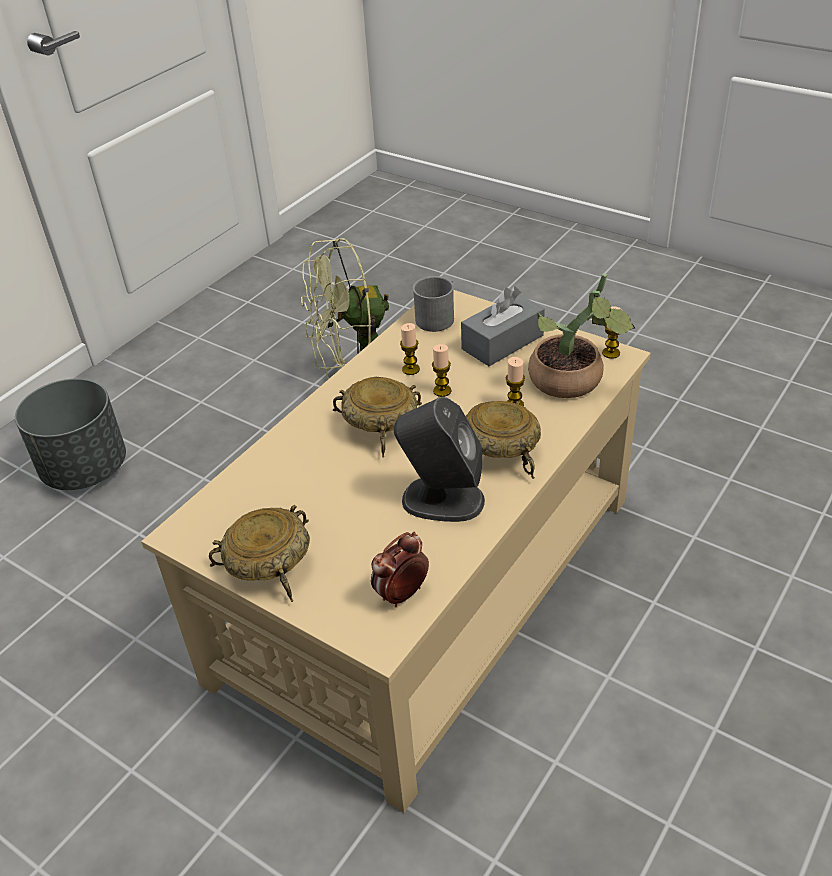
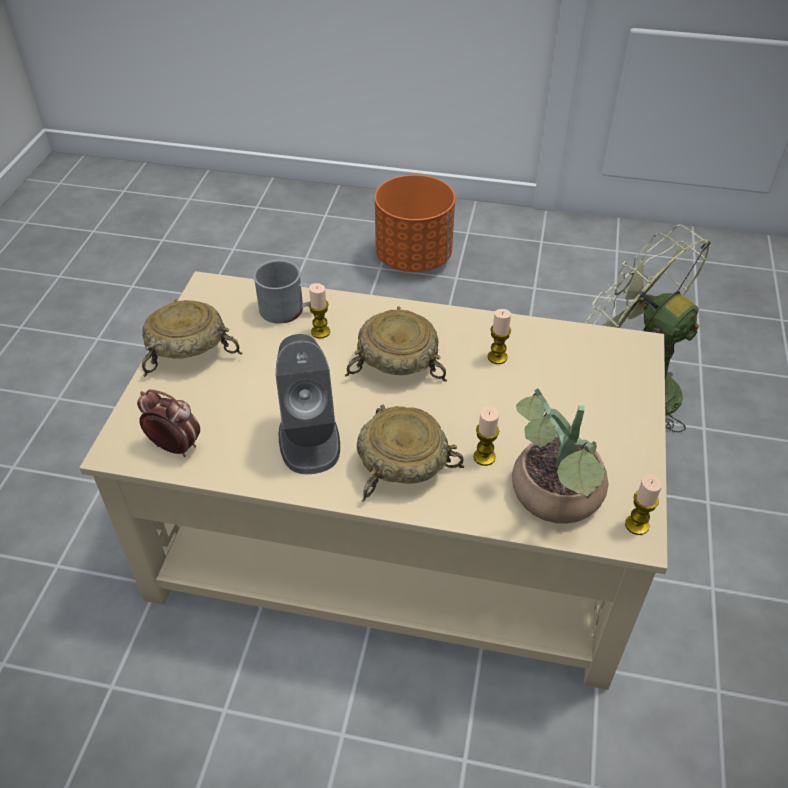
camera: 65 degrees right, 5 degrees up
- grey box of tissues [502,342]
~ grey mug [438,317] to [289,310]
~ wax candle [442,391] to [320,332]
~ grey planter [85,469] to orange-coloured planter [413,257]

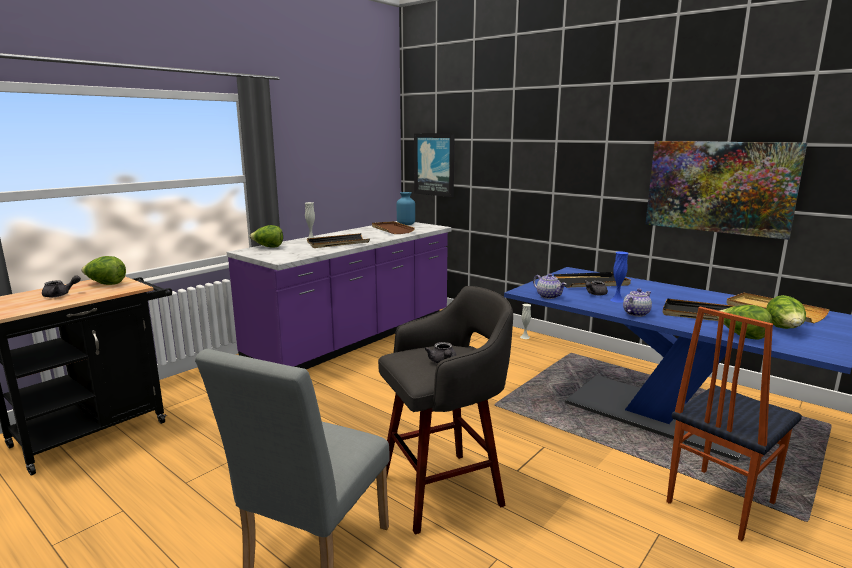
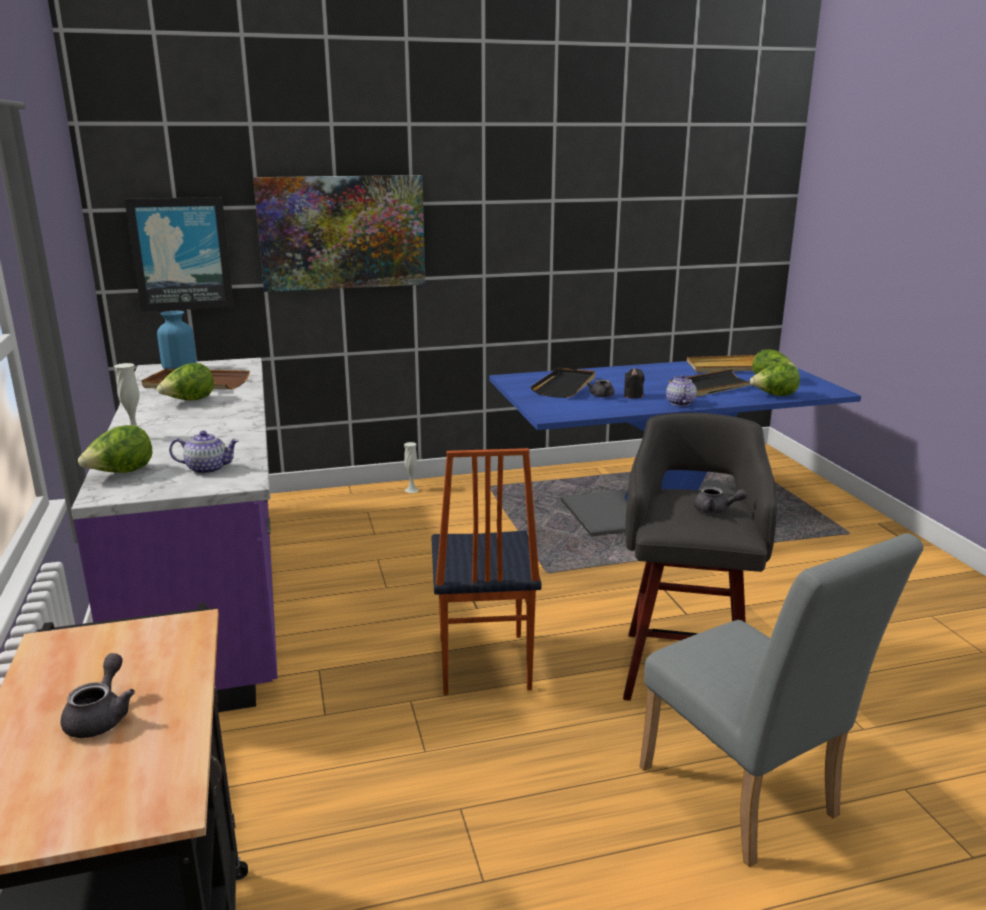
camera: 55 degrees left, 5 degrees up
- blackish carrying tray [337,243]
~ lettuce head [106,284] to [189,401]
~ tea pot [549,296] to [208,468]
~ picture [719,187] to [342,232]
~ plain chair [718,502] to [482,664]
~ bluish decorative vase [617,300] to blackish wax candle [633,396]

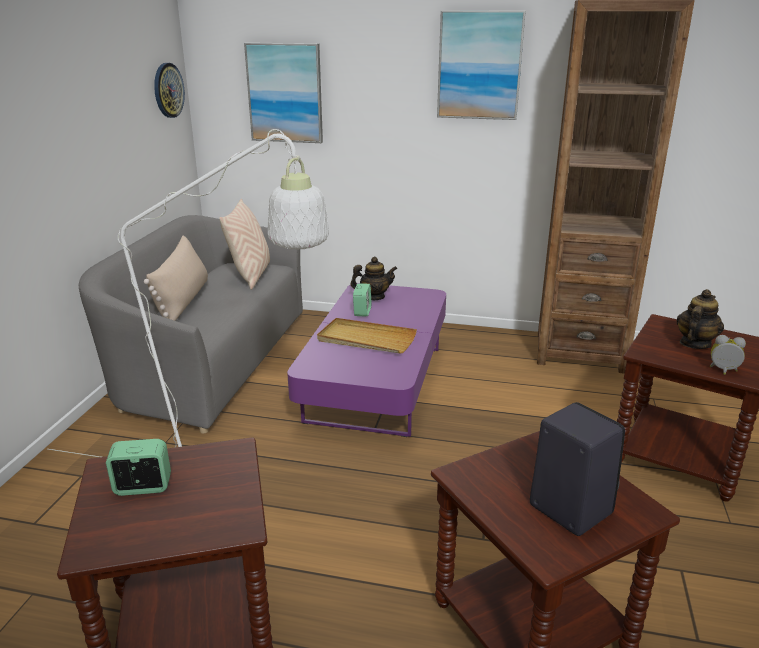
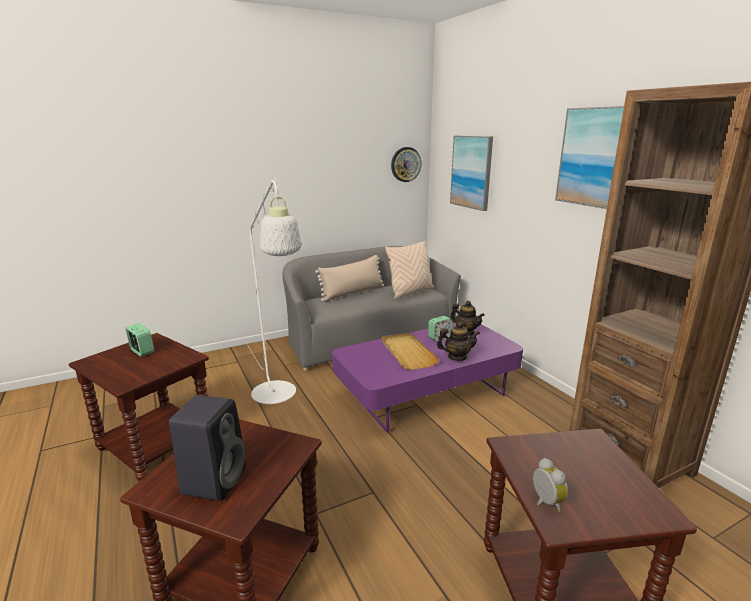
camera: 50 degrees right, 5 degrees down
~ tea pot [694,343] to [457,357]

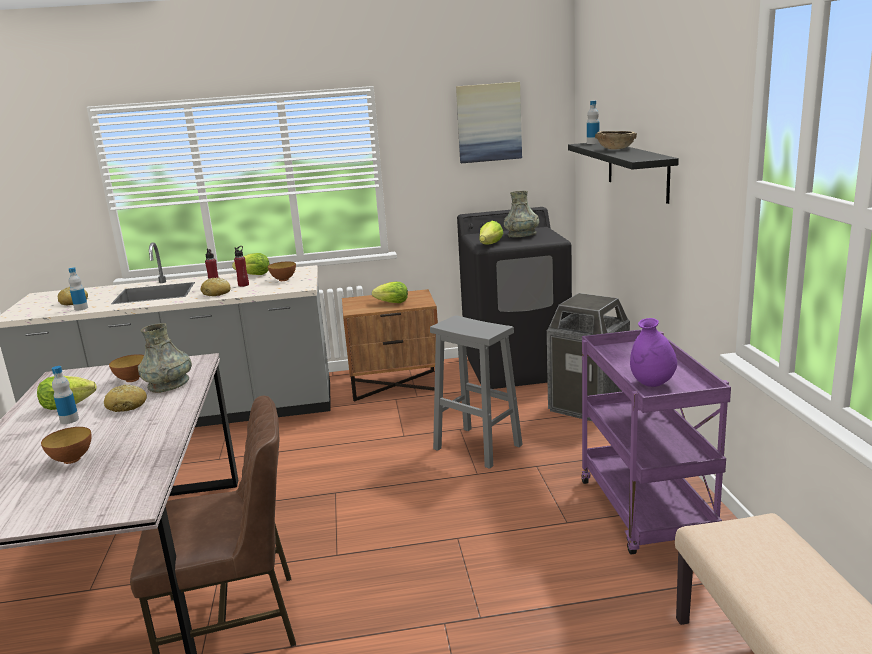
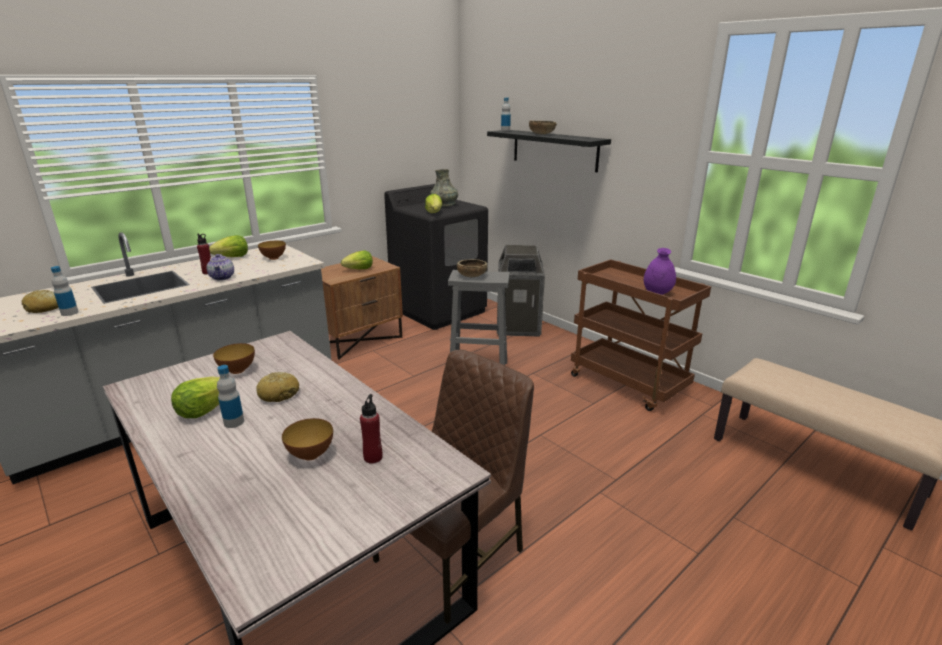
camera: 35 degrees left, 5 degrees up
- grey decorative vase [168,384]
- picture [489,122]
+ brown serving bowl [472,276]
~ reddish beverage bottle [243,285] to [373,457]
~ bread [216,293] to tea pot [222,277]
~ purple trolley [646,513] to brown trolley [629,384]

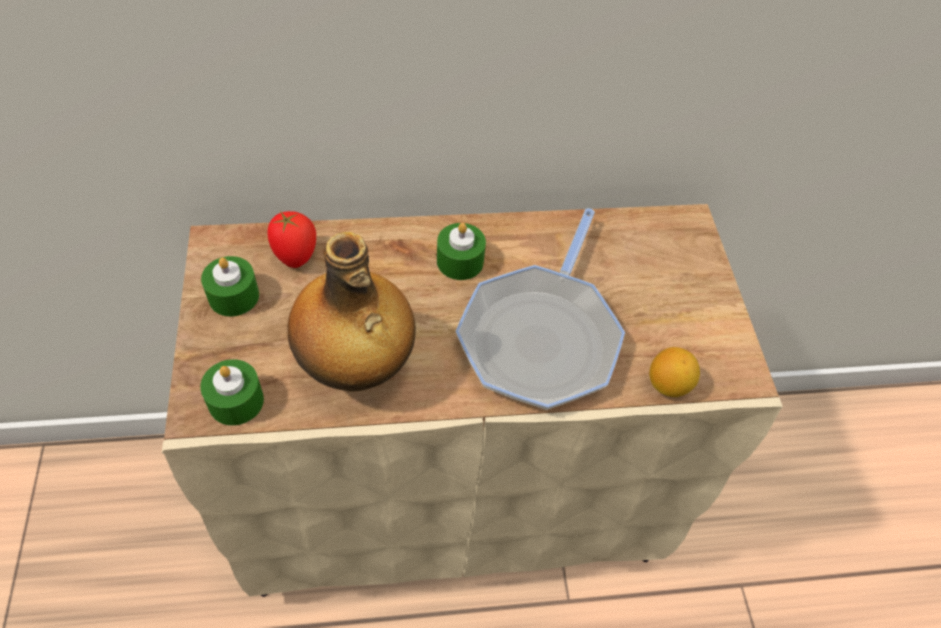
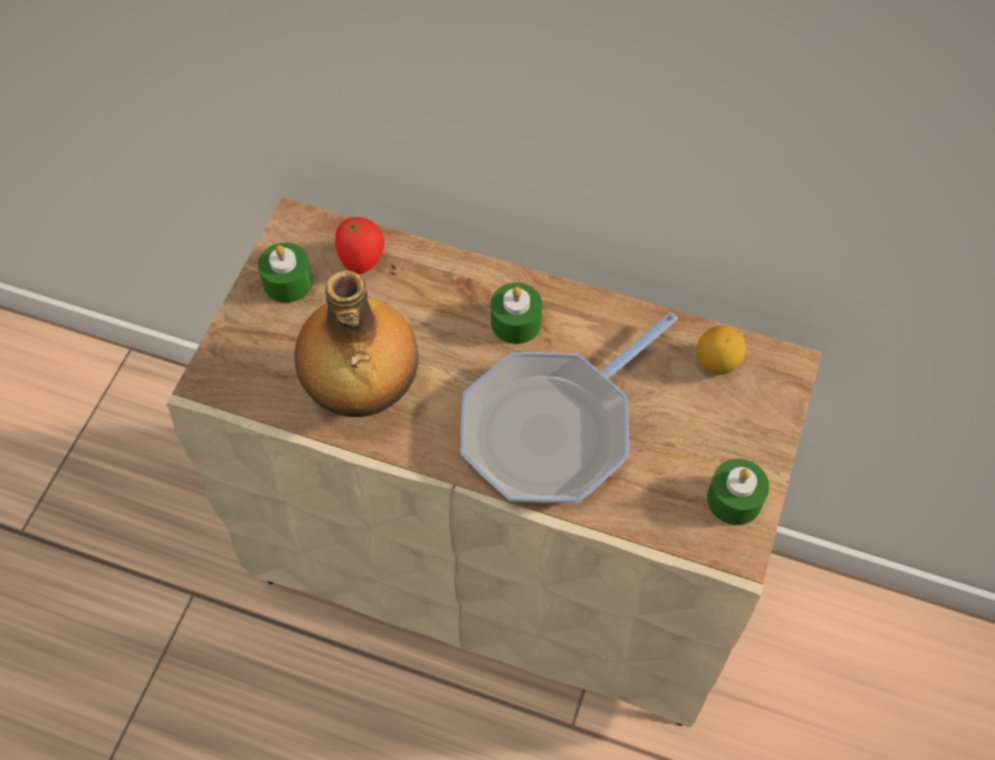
camera: 30 degrees right, 5 degrees up
~ greenish wax candle [236,401] to [734,499]
~ citrus fruit [668,384] to [717,362]

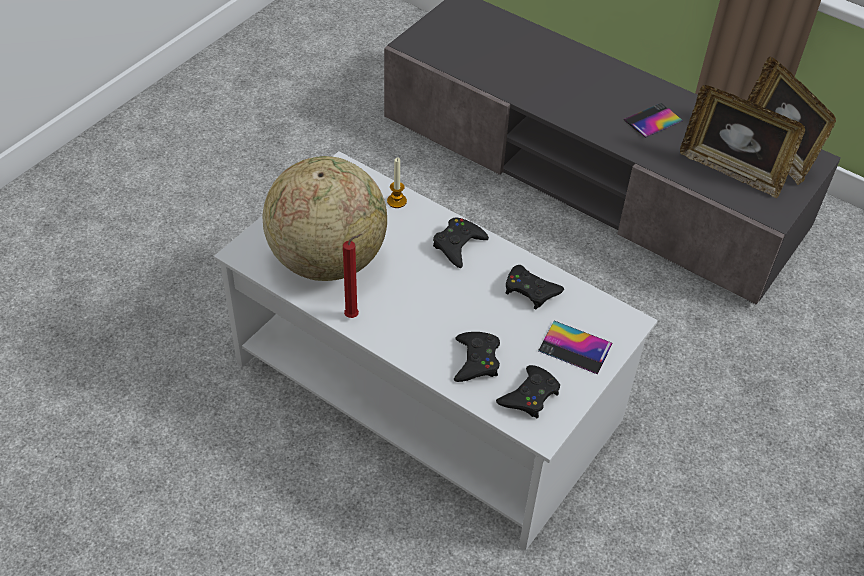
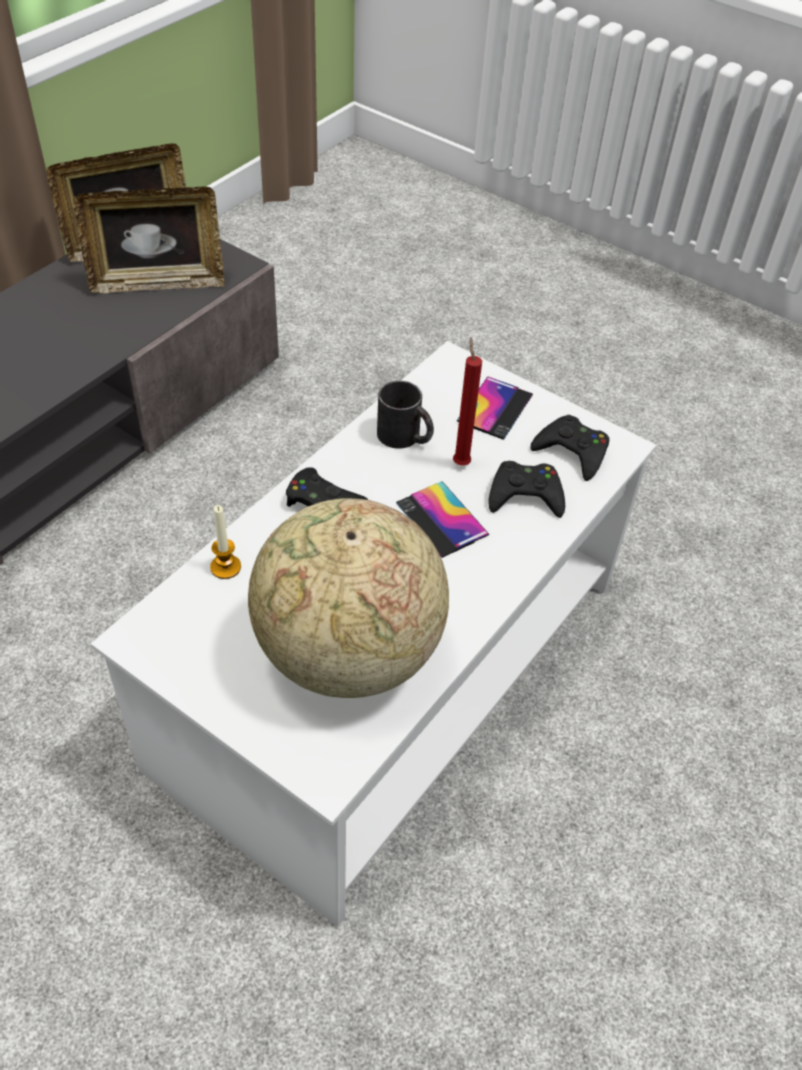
camera: 90 degrees left, 0 degrees up
~ reddish wax candle [354,316] to [460,462]
~ phone [653,120] to [441,519]
~ blackish joypad [530,290] to blackish mug [405,437]
~ photo frame [731,170] = [157,282] 45 degrees clockwise

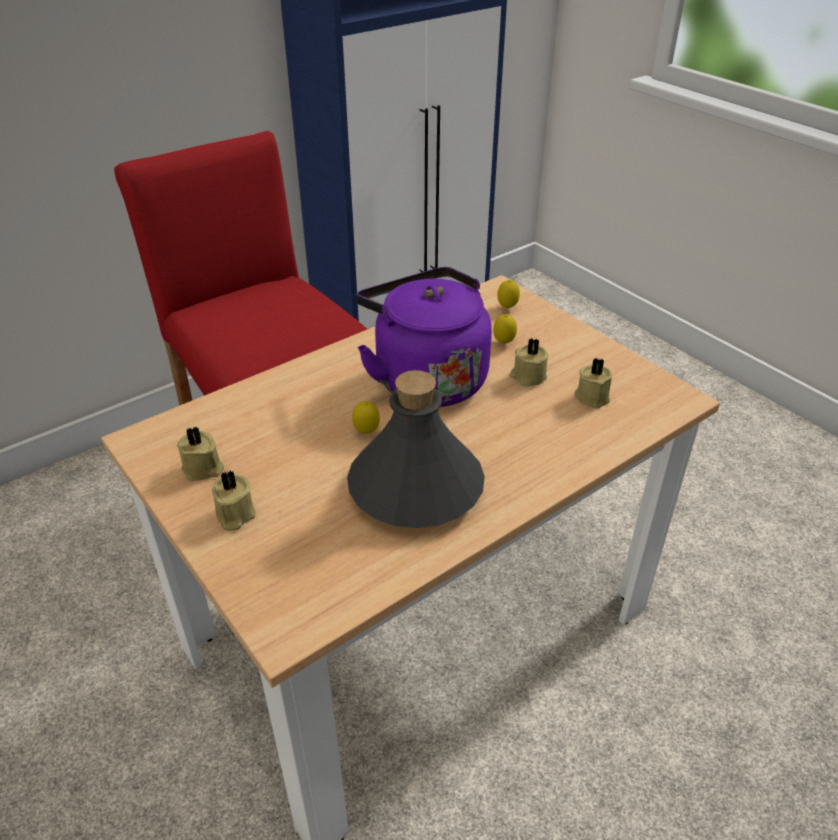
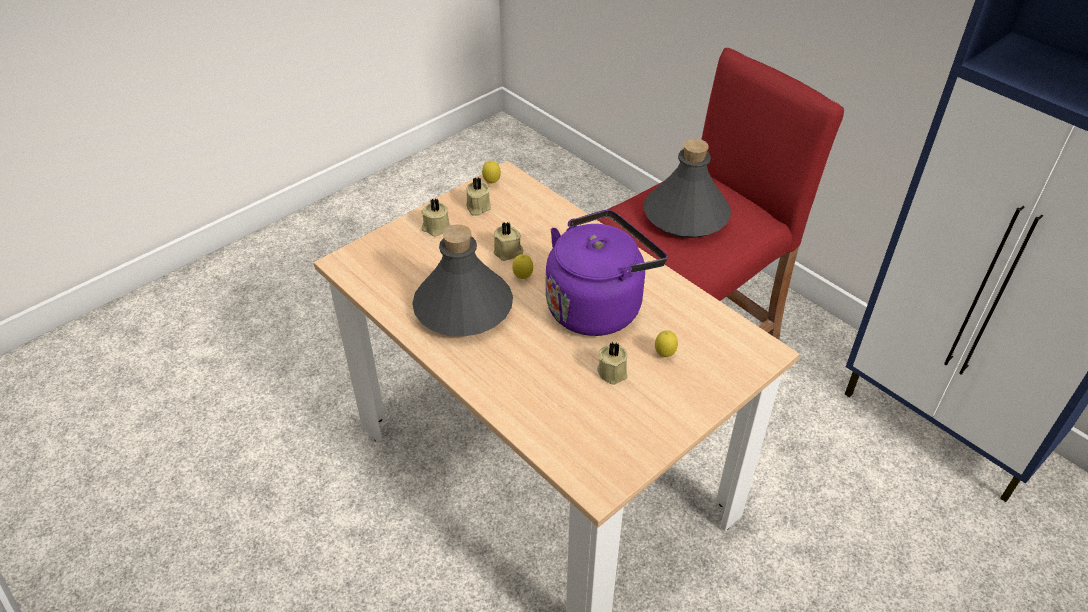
camera: 85 degrees right, 5 degrees up
+ grey beverage bottle [685,216]
~ citrus fruit [507,308] to [492,183]
~ beige-coloured wax candle [592,397] to [508,252]

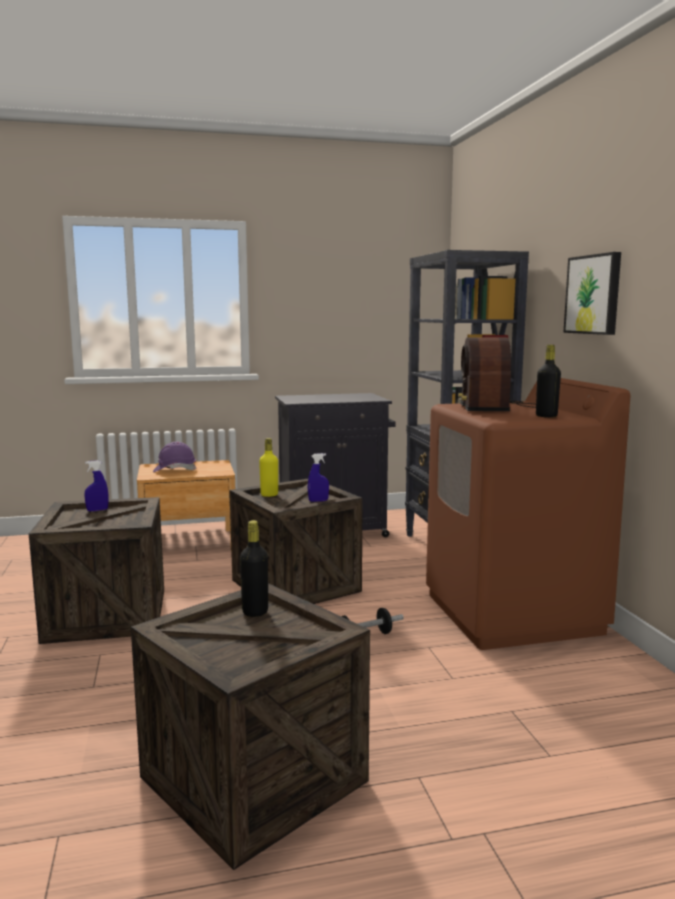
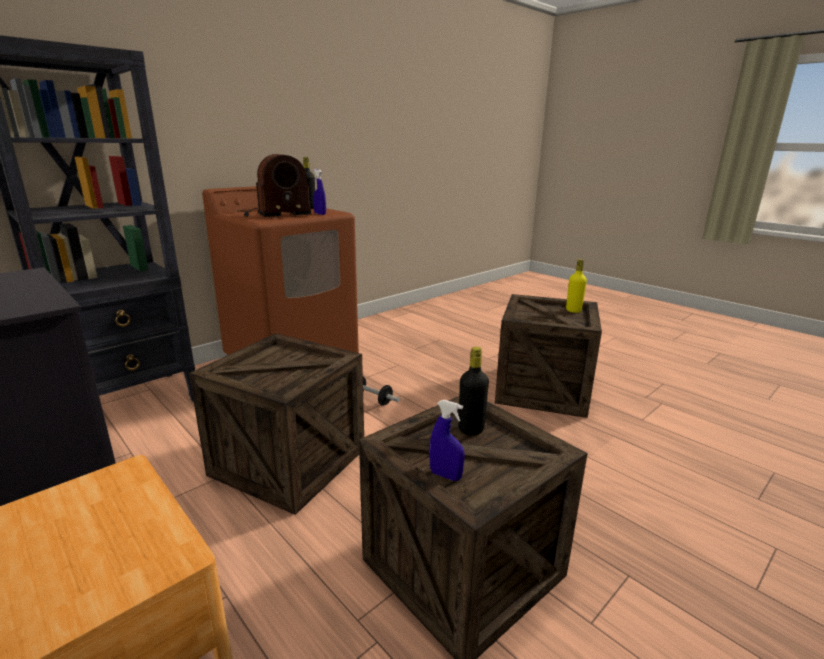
camera: 120 degrees left, 10 degrees up
- purple work helmet [174,470]
- picture [594,294]
~ blackish beverage bottle [255,612] to [471,429]
~ yellow beverage bottle [269,495] to [573,310]
~ bluish spray bottle [318,501] to [320,214]

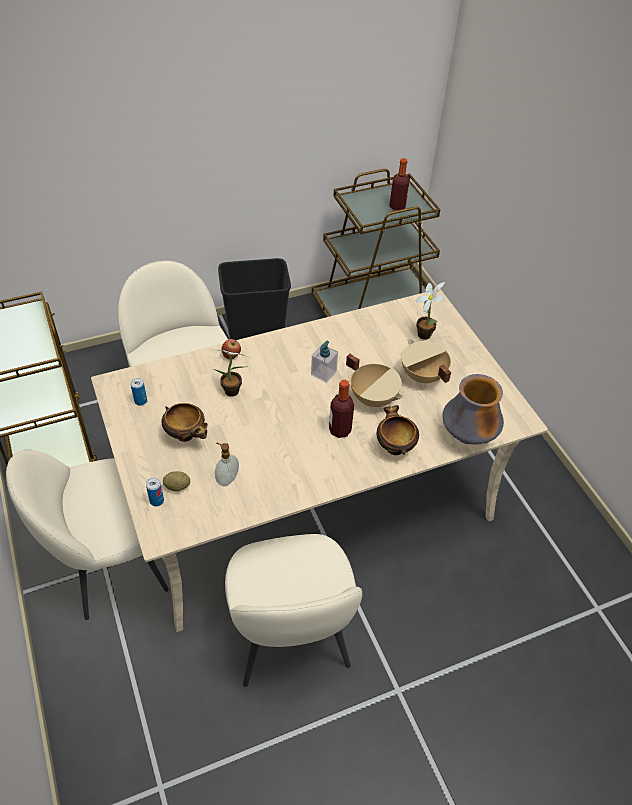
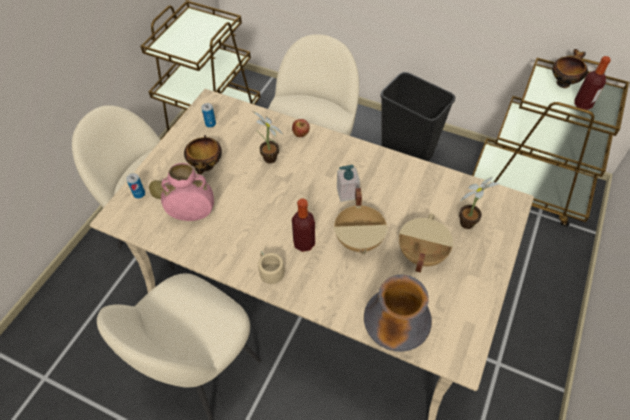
camera: 50 degrees right, 5 degrees up
+ beige-coloured mug [269,272]
~ serving bowl [394,447] to [563,82]
~ liquid soap bottle [227,479] to pink-coloured decorative vase [192,214]

